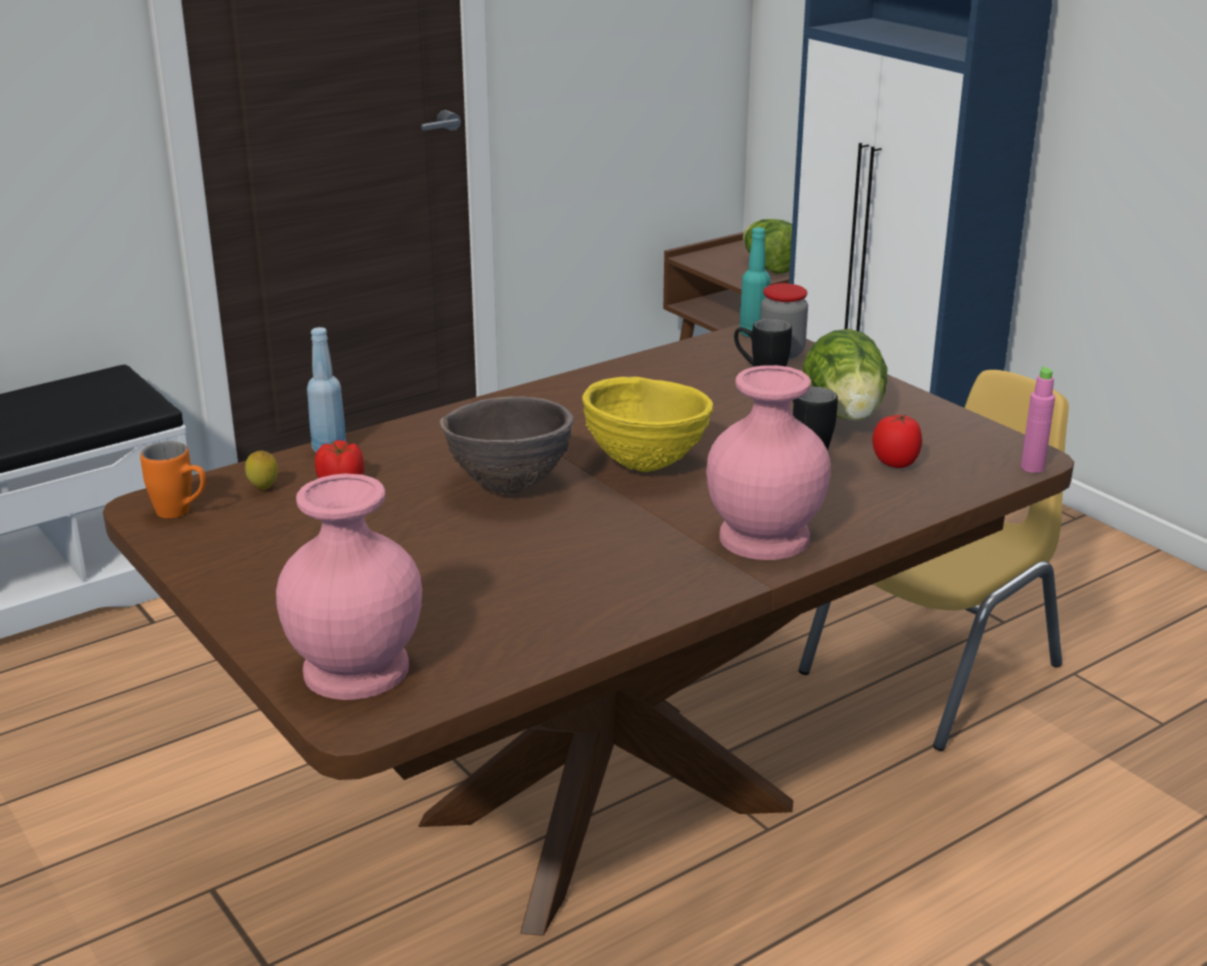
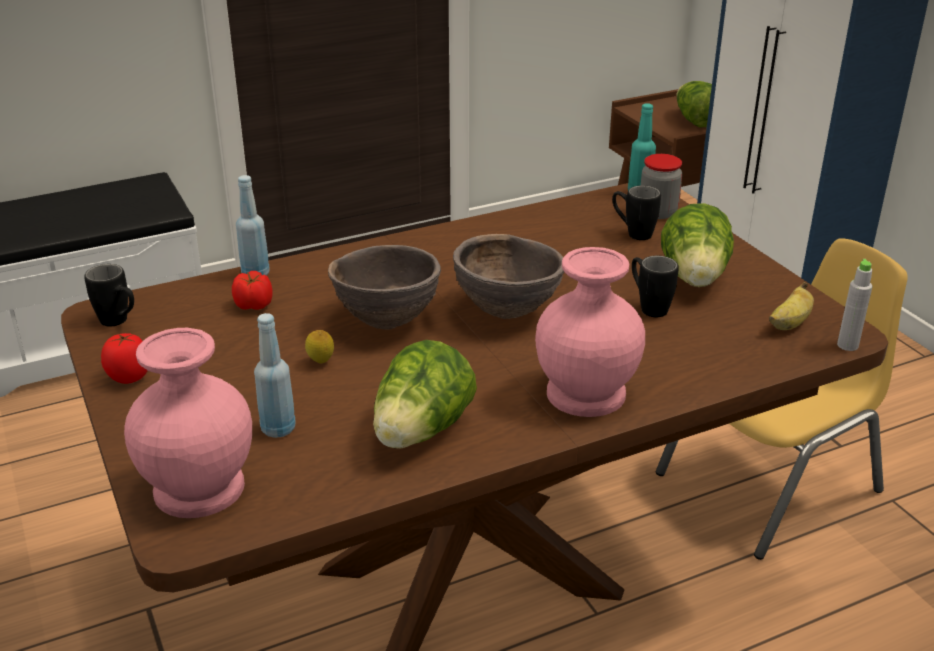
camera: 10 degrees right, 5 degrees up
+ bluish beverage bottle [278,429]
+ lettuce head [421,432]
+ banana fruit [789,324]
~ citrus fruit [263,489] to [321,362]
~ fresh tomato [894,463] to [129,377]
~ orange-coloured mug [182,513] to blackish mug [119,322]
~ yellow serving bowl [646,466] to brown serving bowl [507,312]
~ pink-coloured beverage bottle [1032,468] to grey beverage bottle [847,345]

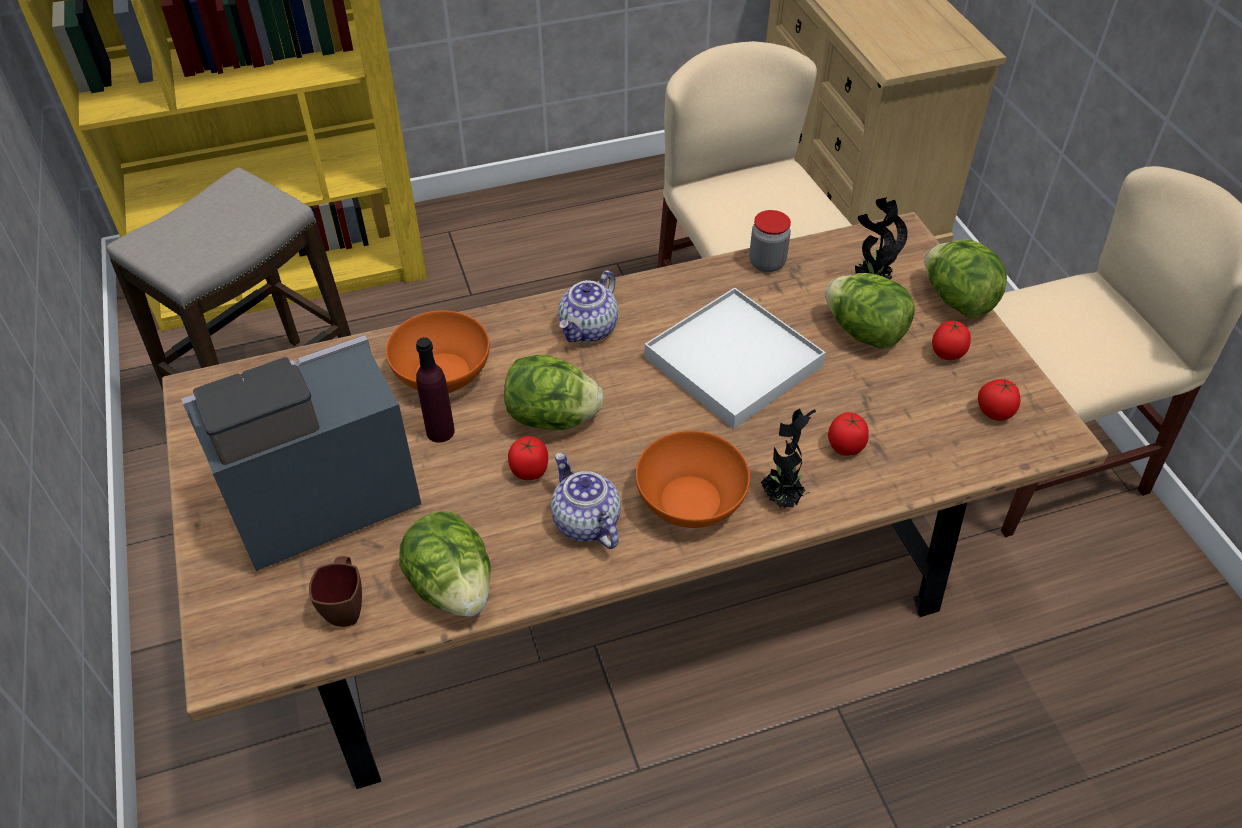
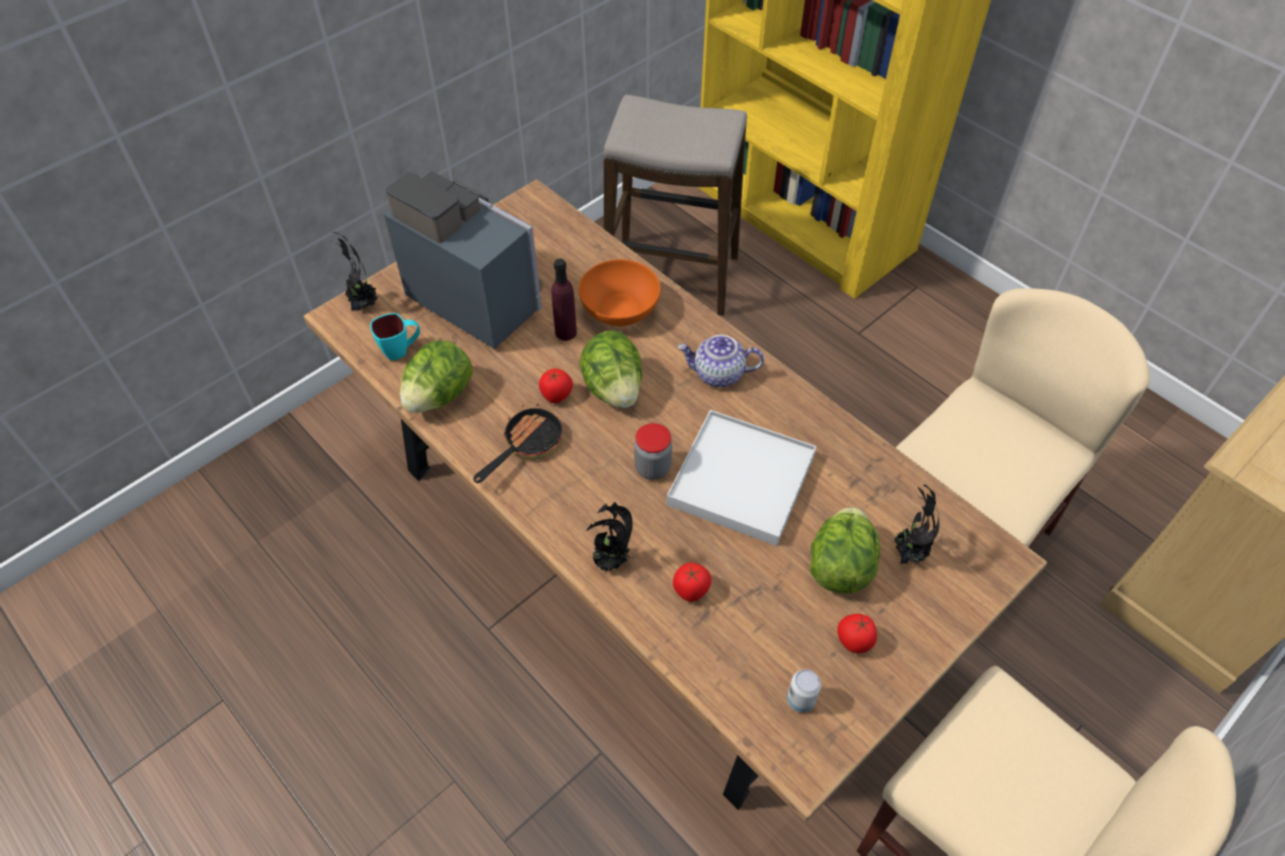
camera: 65 degrees right, 5 degrees up
- orange-coloured serving bowl [690,500]
- lettuce head [956,300]
+ potted plant [363,304]
~ jar [767,263] to [652,468]
~ tea pot [585,522] to pan [527,445]
~ fresh tomato [993,413] to metal can [800,700]
~ brown mug [346,606] to turquoise-coloured mug [401,350]

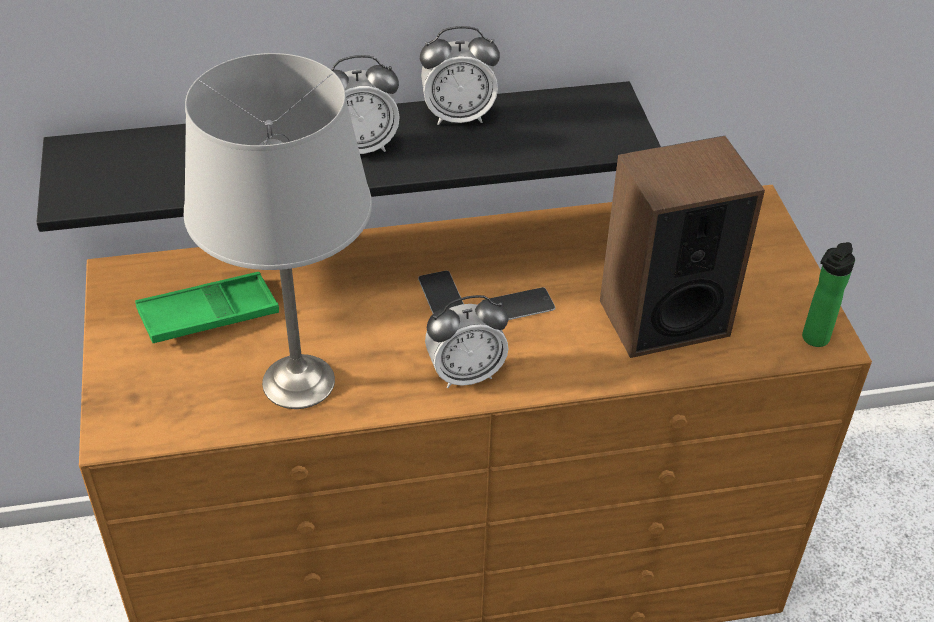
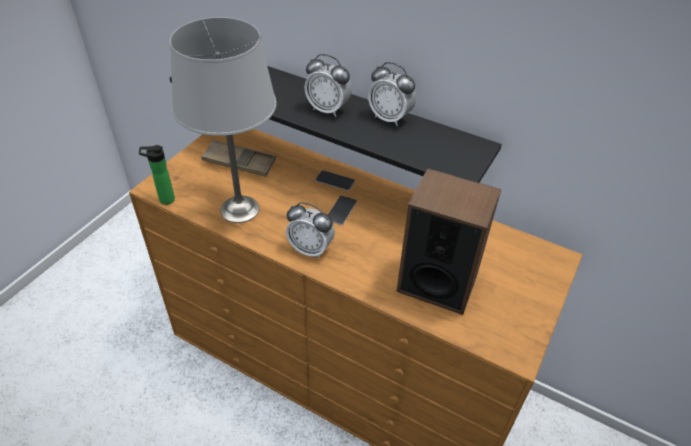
camera: 40 degrees right, 0 degrees up
~ phone [518,306] to [335,180]
~ beverage bottle [813,340] to [164,200]
~ greenish carrying tray [209,315] to brown carrying tray [239,162]

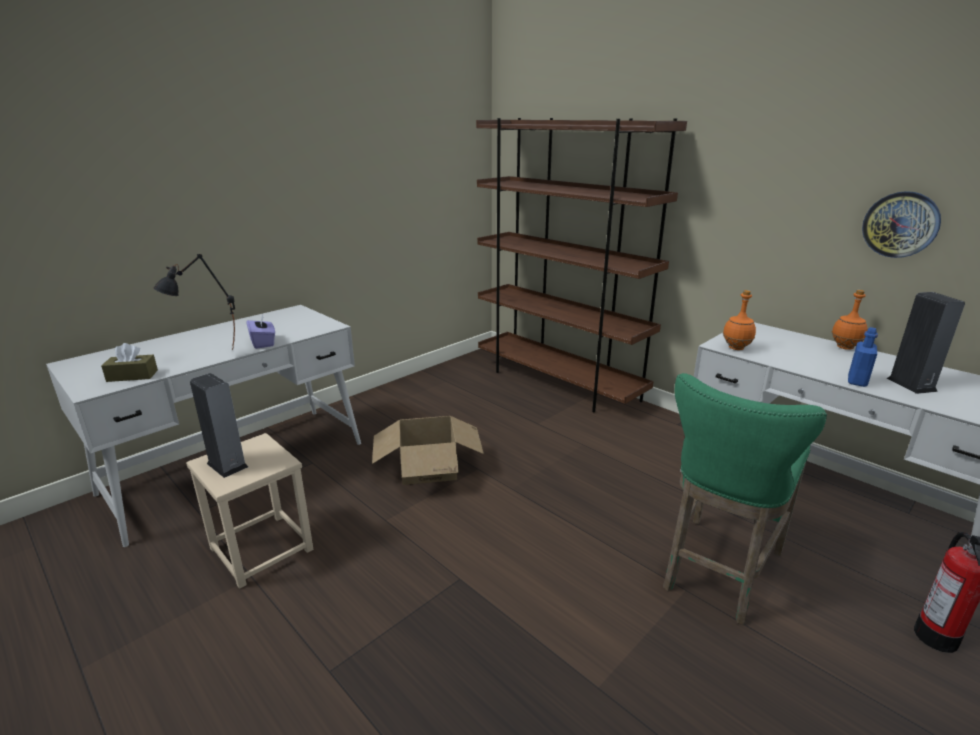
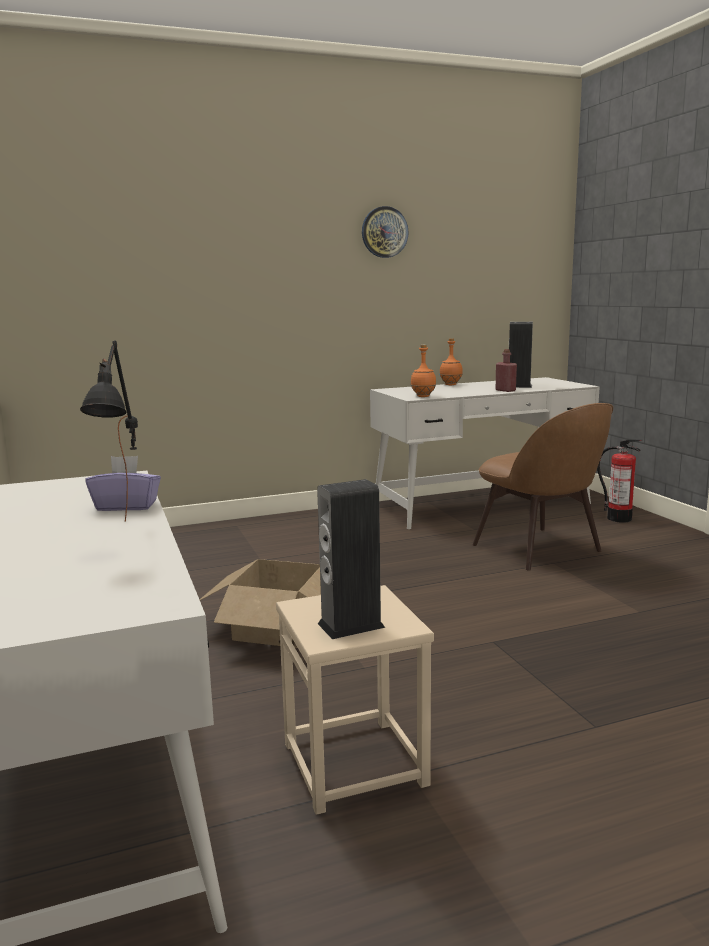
camera: 65 degrees left, 10 degrees down
- brown box of tissues [132,376]
- brown bookcase [558,383]
~ hanging clock [900,224] to [384,232]
~ greenish stool seat [717,572] to brown plain chair [540,550]
~ bluish beverage bottle [857,381] to reddish beverage bottle [505,390]

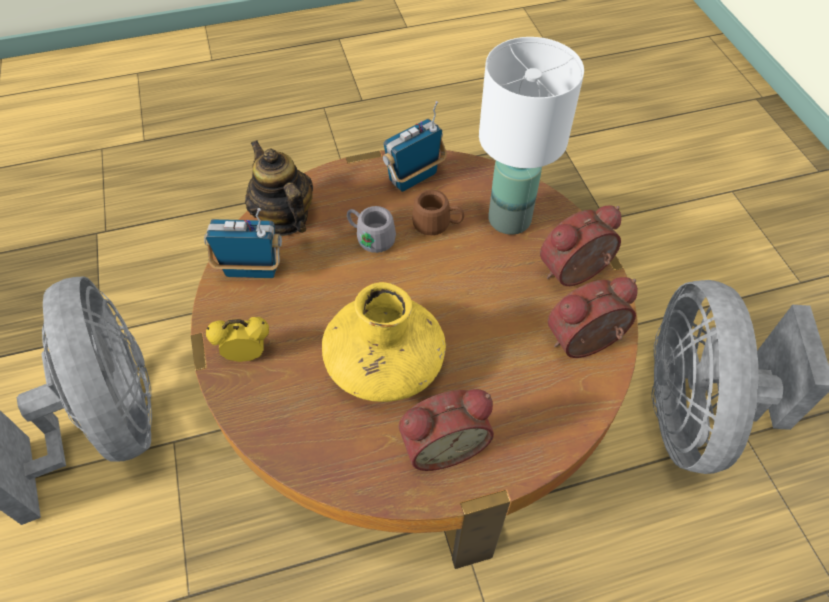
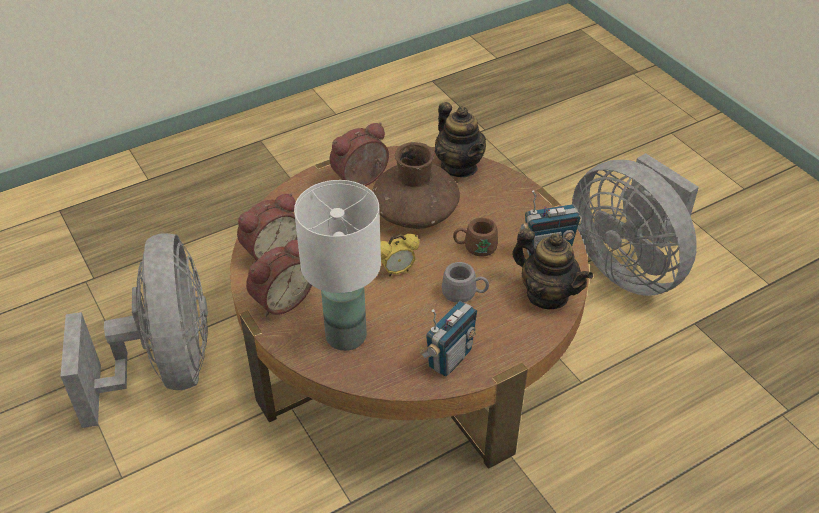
camera: 165 degrees right, 10 degrees down
+ tea pot [459,166]
~ alarm clock [246,355] to [397,271]
~ brown mug [437,225] to [475,248]
~ yellow decorative vase [384,363] to brown decorative vase [415,213]

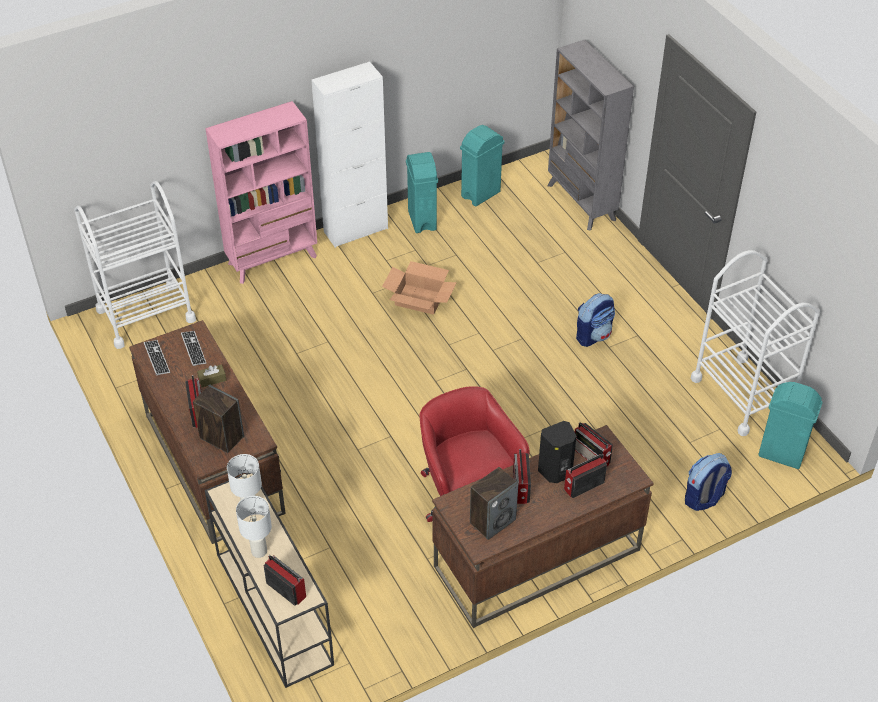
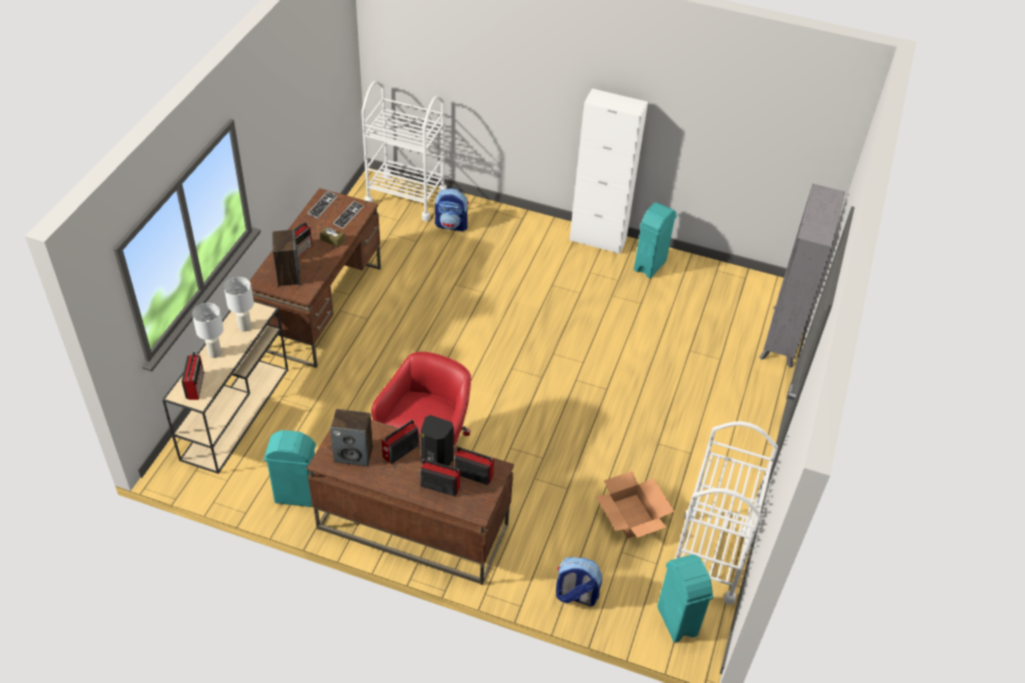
camera: 45 degrees right, 0 degrees up
- pink-coloured bookcase [273,260]
~ carton [419,299] to [632,516]
~ turquoise-coloured waste bin [480,194] to [296,495]
~ knapsack [593,335] to [452,225]
~ radio set [592,457] = [472,474] 105 degrees clockwise

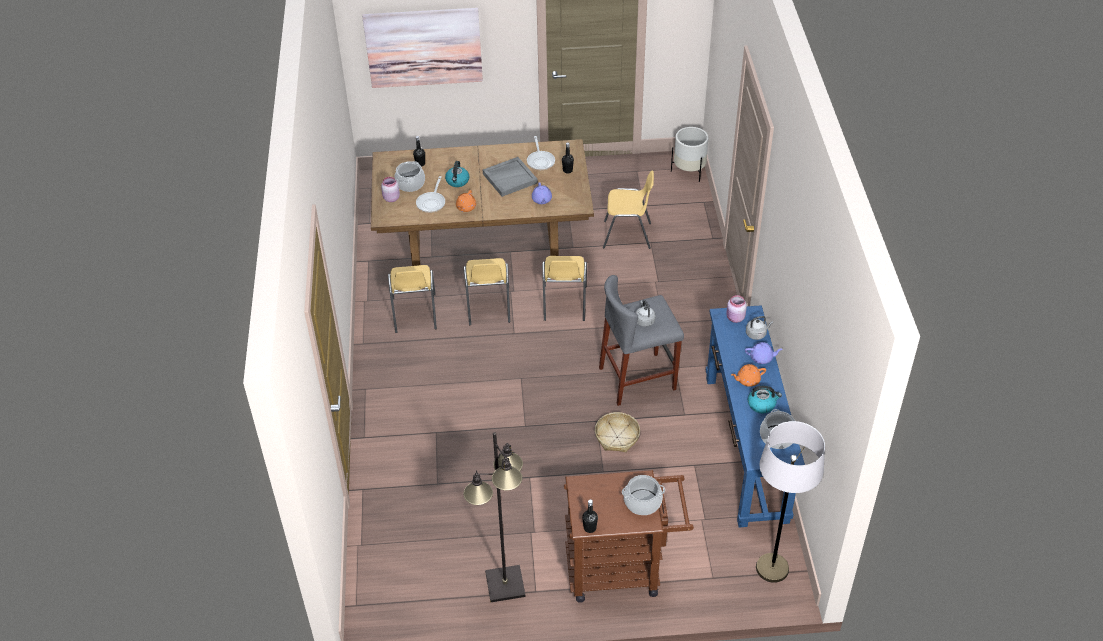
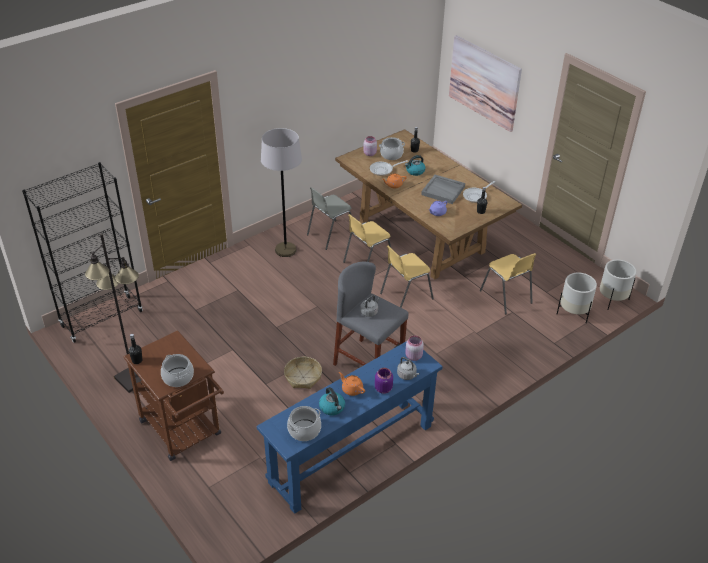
camera: 55 degrees right, 5 degrees down
+ blackish bookcase [102,319]
+ whitish planter [573,313]
~ grey standard lamp [772,568] to [285,250]
~ purple tea pot [762,358] to purple jar [383,388]
~ yellow plain chair [414,314] to grey plain chair [330,235]

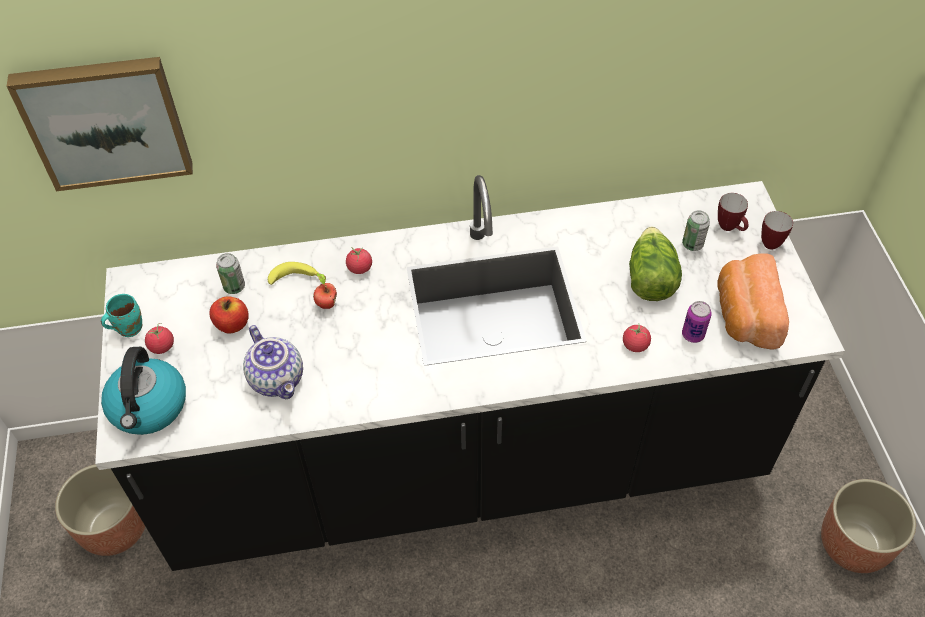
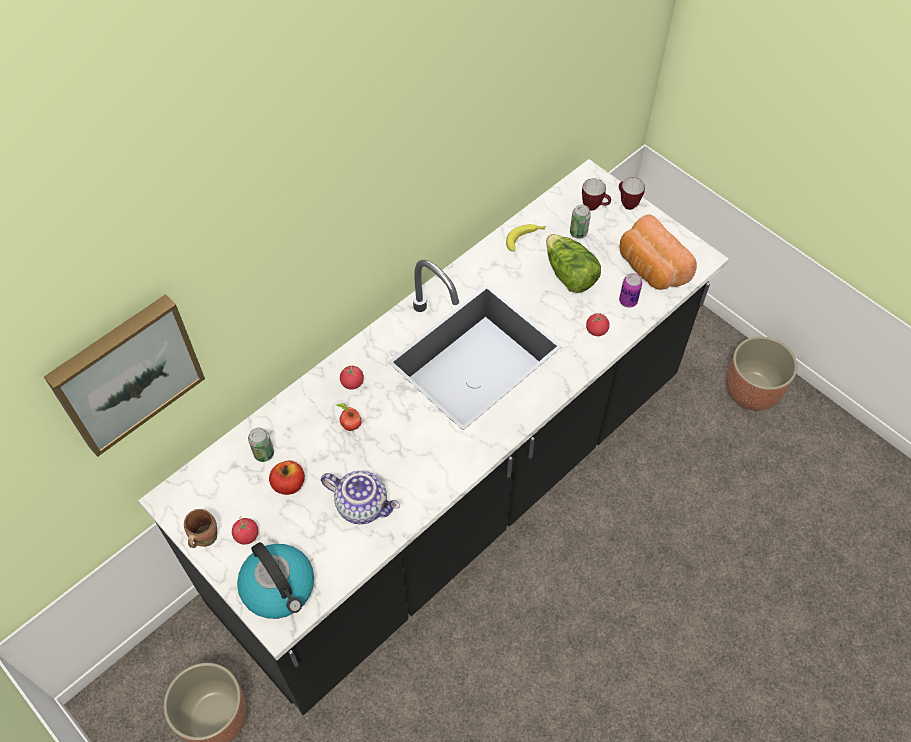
camera: 35 degrees left, 5 degrees up
~ banana fruit [298,279] to [525,238]
~ turquoise-coloured mug [128,327] to brown mug [203,537]

